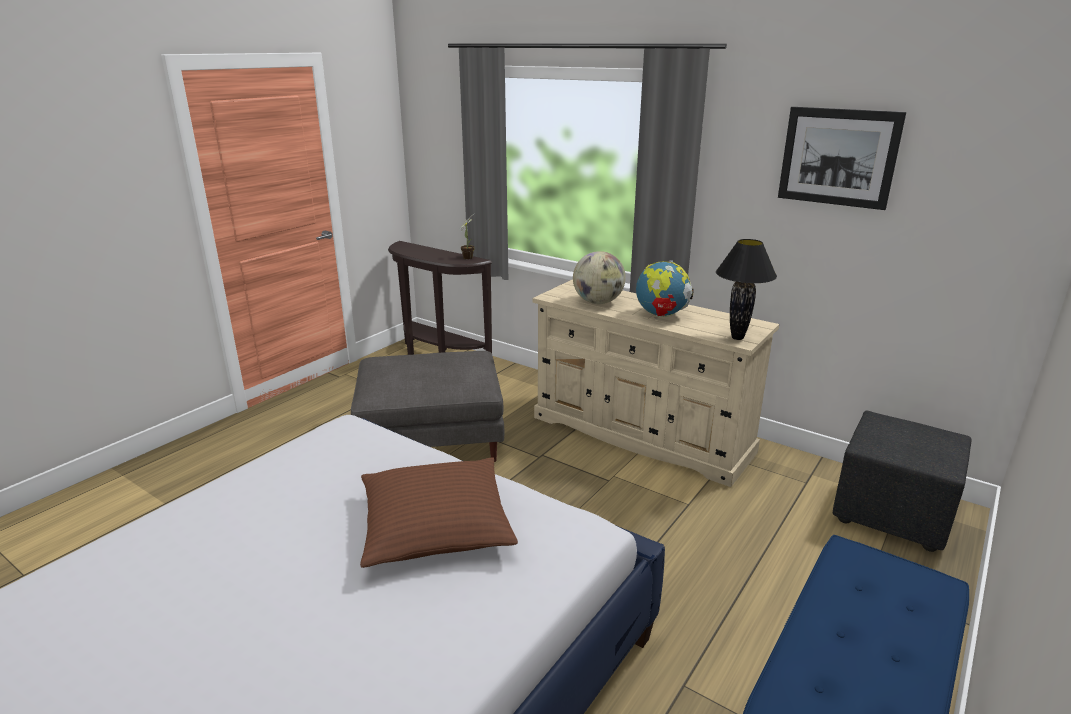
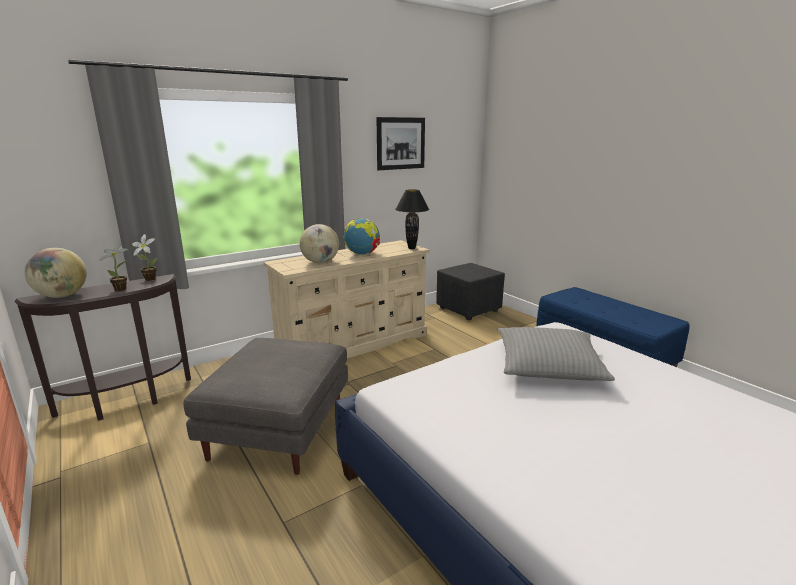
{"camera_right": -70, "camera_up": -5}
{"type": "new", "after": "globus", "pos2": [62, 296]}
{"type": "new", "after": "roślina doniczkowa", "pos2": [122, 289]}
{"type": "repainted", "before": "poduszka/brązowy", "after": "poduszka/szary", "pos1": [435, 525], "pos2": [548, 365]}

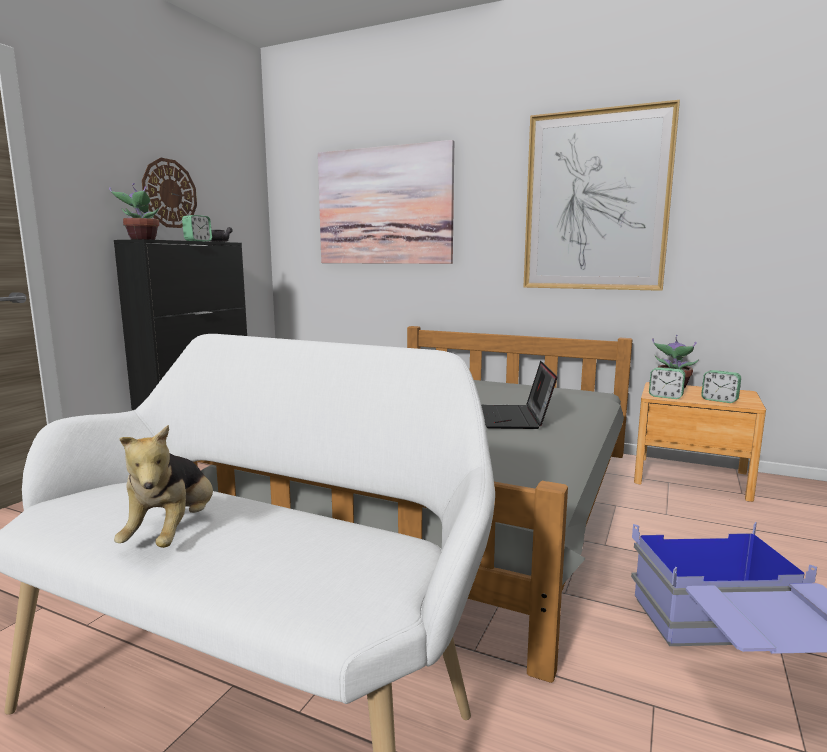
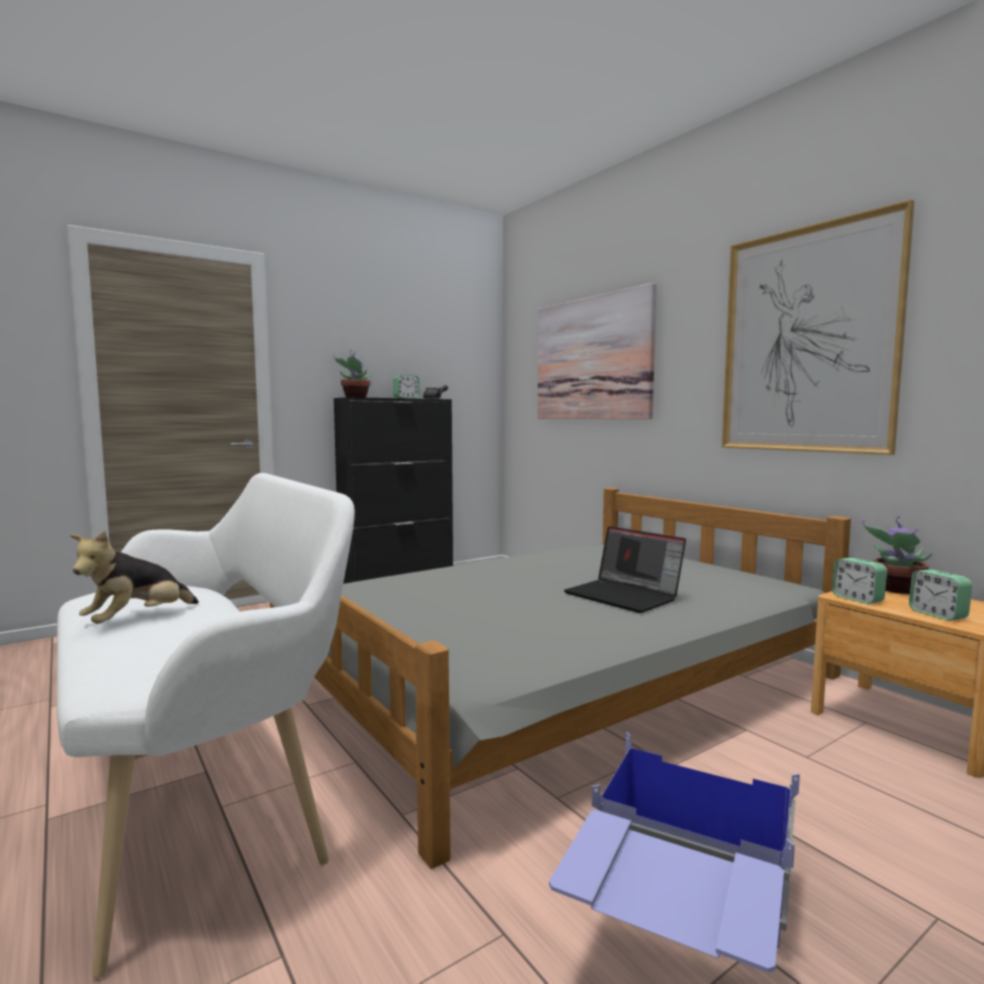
{"camera_right": 30, "camera_up": -5}
{"type": "rotated", "before": "laptop", "pos1": [515, 418], "pos2": [624, 596], "turn": -75}
{"type": "gone", "before": "zegar ścienny", "pos1": [169, 193]}

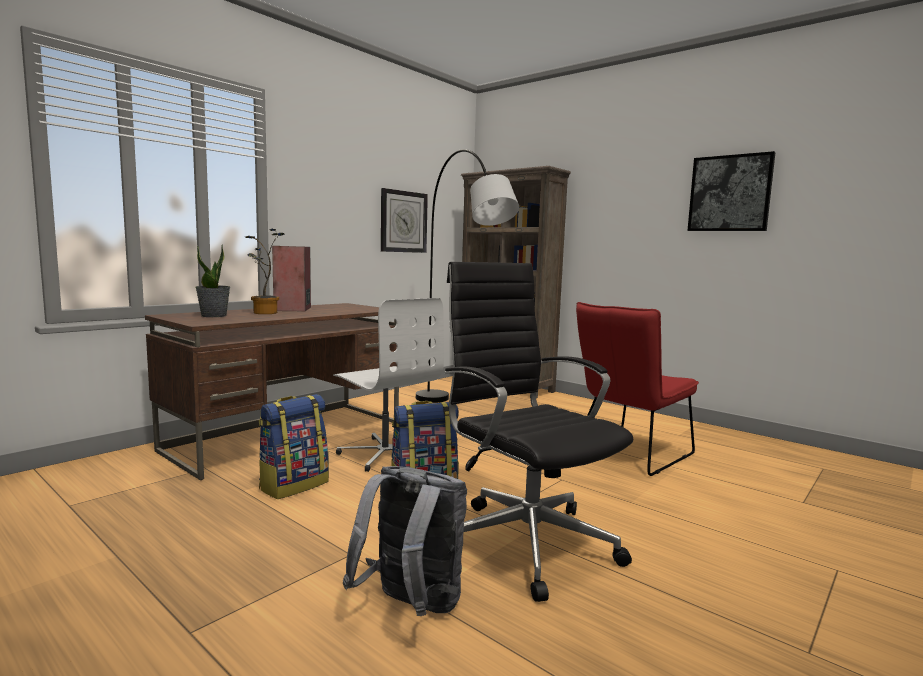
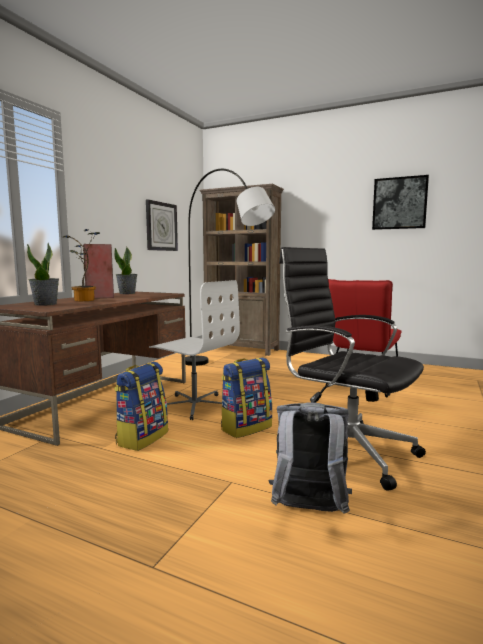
{"camera_right": -15, "camera_up": 0}
{"type": "new", "after": "roślina doniczkowa", "pos2": [127, 293]}

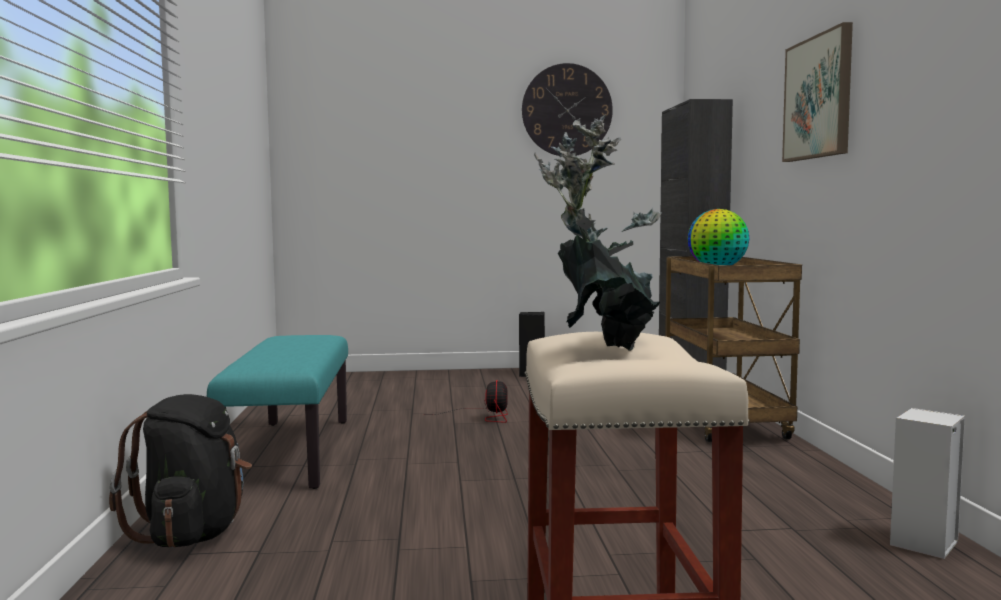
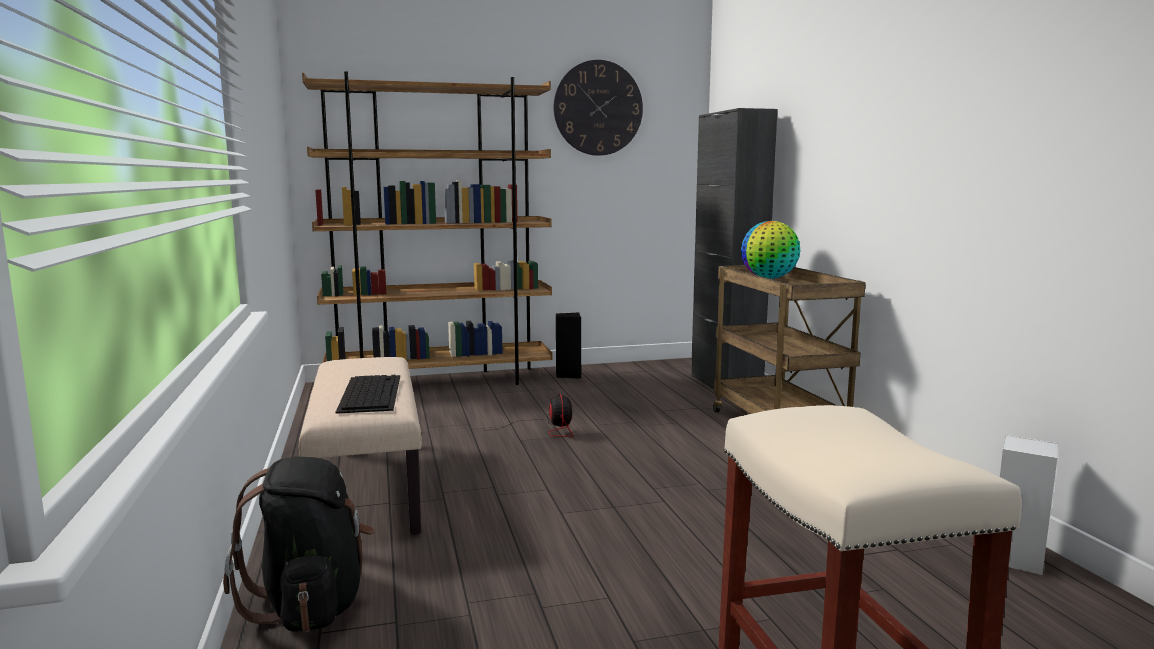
{"camera_right": -10, "camera_up": 5}
{"type": "repainted", "before": "ławka/turkusowy", "after": "ławka/beżowy", "pos1": [289, 452], "pos2": [366, 487]}
{"type": "new", "after": "regał/brązowy", "pos2": [440, 381]}
{"type": "new", "after": "klawiatura", "pos2": [370, 393]}
{"type": "gone", "before": "roślina doniczkowa", "pos1": [603, 348]}
{"type": "gone", "before": "obraz", "pos1": [818, 97]}

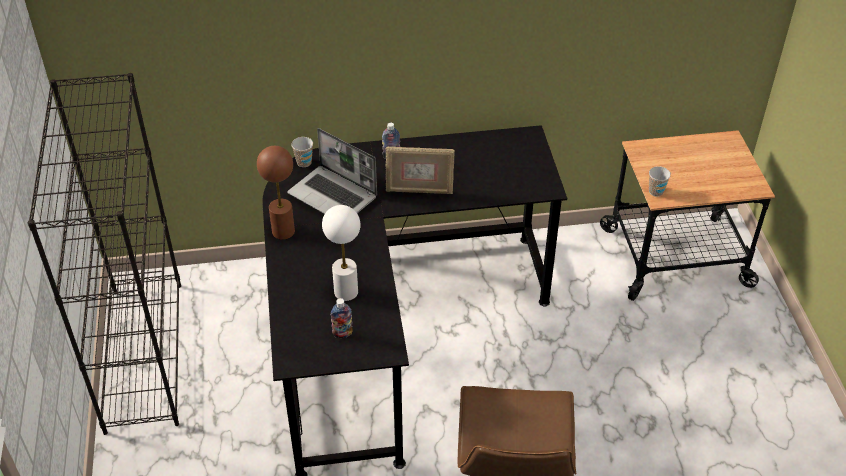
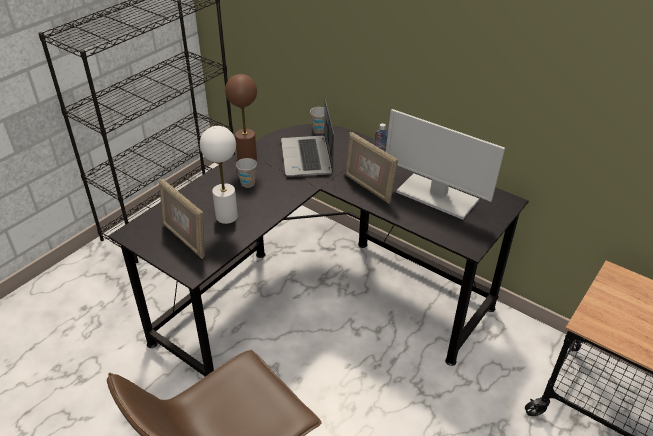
{"camera_right": 45, "camera_up": -5}
{"type": "swapped", "before": "butelka", "after": "ramka na zdjęcie", "pos1": [342, 333], "pos2": [185, 239]}
{"type": "shifted", "before": "filiżanka", "pos1": [656, 191], "pos2": [248, 183]}
{"type": "new", "after": "monitor", "pos2": [436, 196]}

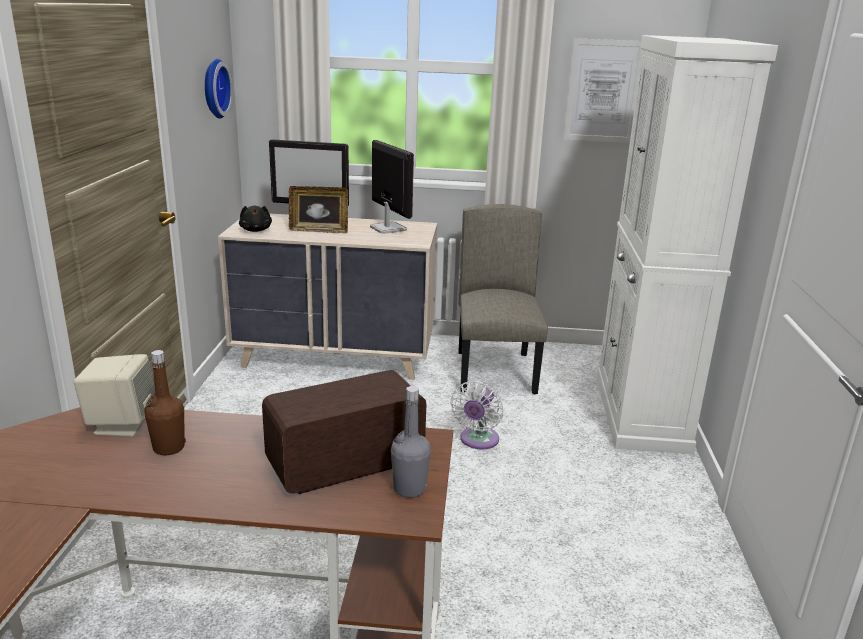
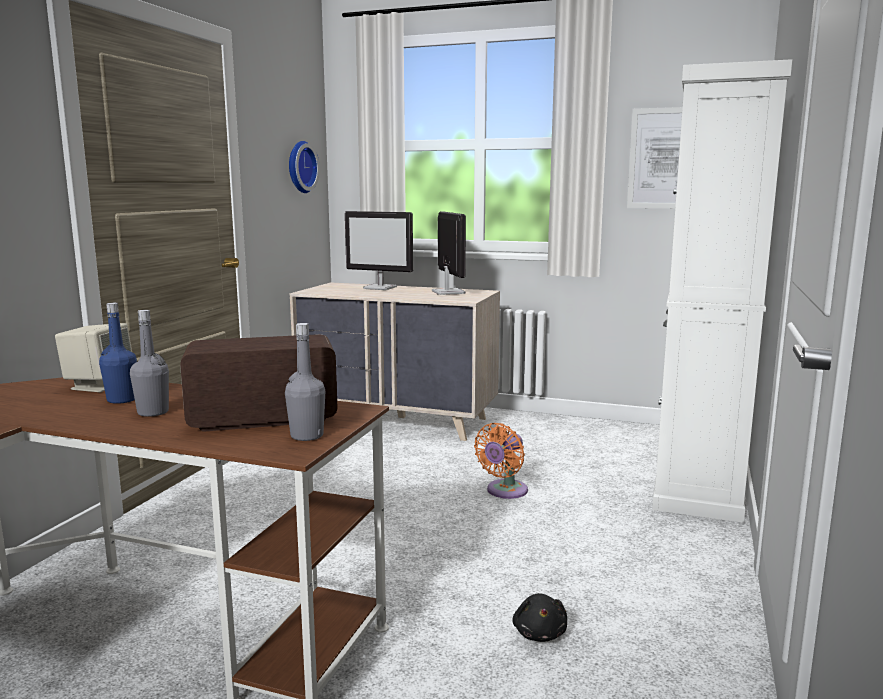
{"camera_right": 15, "camera_up": -10}
{"type": "repainted", "before": "butelka/brązowy", "after": "butelka/niebieski", "pos1": [169, 448], "pos2": [122, 400]}
{"type": "new", "after": "butelka/szary", "pos2": [153, 412]}
{"type": "repainted", "before": "wentylator/biały", "after": "wentylator/pomarańczowy", "pos1": [477, 441], "pos2": [504, 491]}
{"type": "shifted", "before": "pluszak/czarny", "pos1": [256, 230], "pos2": [539, 633]}
{"type": "gone", "before": "ramka na zdjęcie", "pos1": [319, 230]}
{"type": "gone", "before": "krzesło/beżowy", "pos1": [496, 372]}

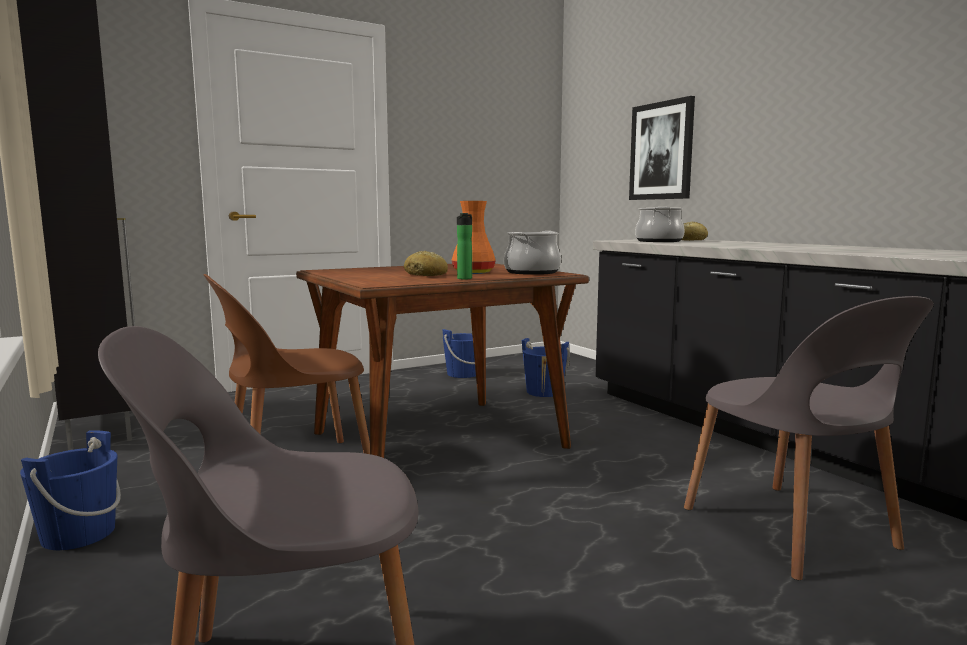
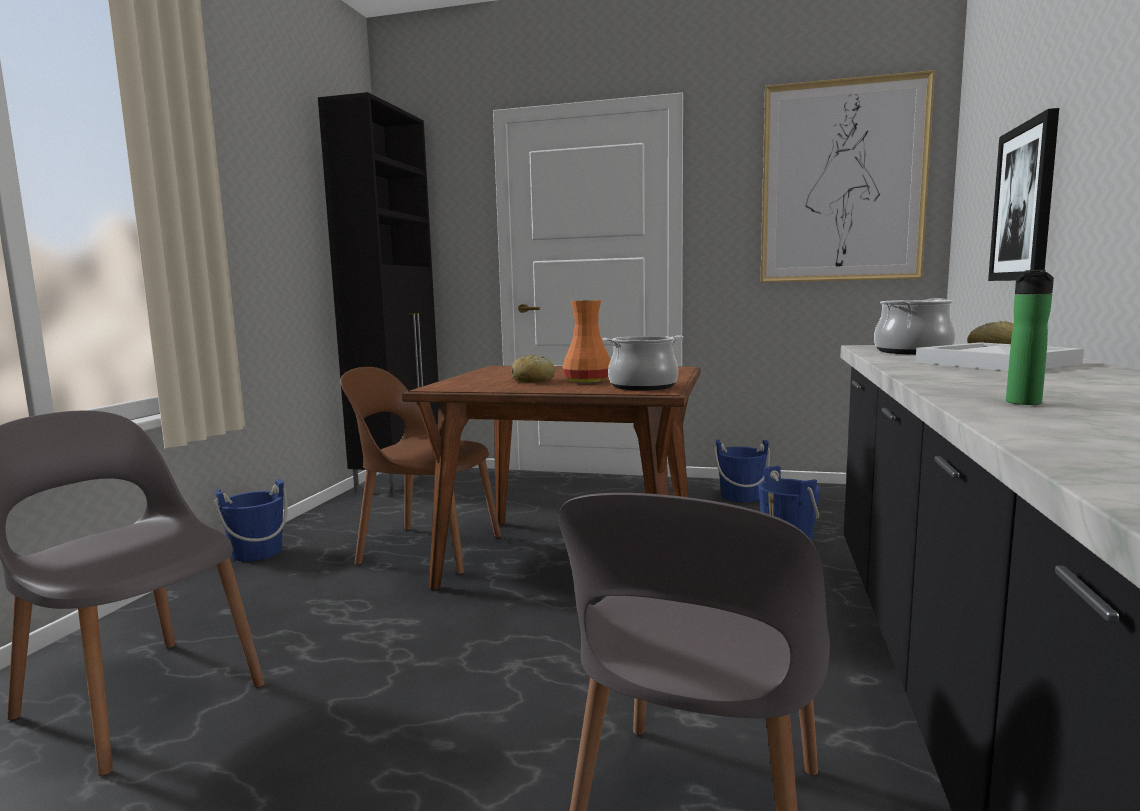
{"camera_right": 45, "camera_up": 0}
{"type": "new", "after": "obraz", "pos2": [842, 182]}
{"type": "new", "after": "taca/biały", "pos2": [998, 363]}
{"type": "shifted", "before": "butelka", "pos1": [465, 279], "pos2": [1023, 403]}

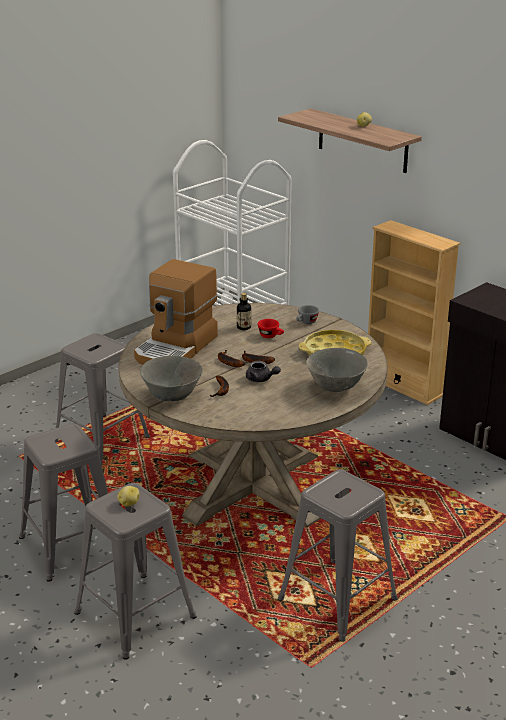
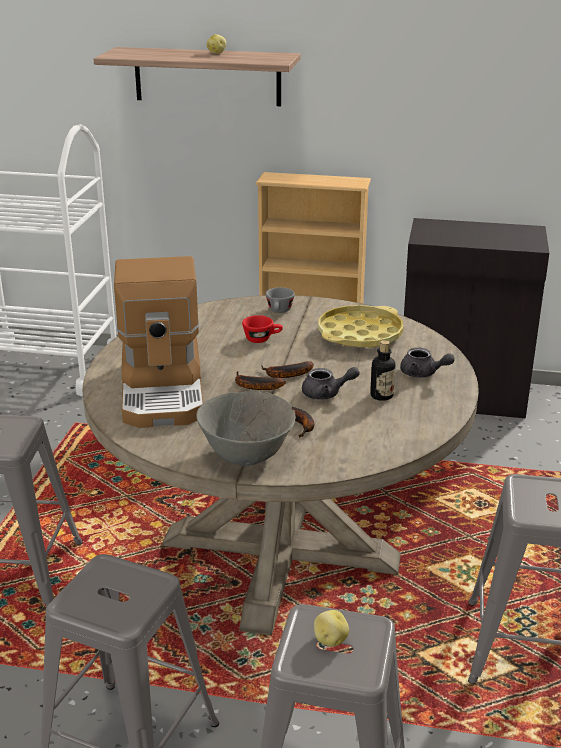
{"camera_right": -35, "camera_up": 0}
{"type": "shifted", "before": "butelka", "pos1": [244, 327], "pos2": [381, 395]}
{"type": "swapped", "before": "miska/szary", "after": "imbryk/szary", "pos1": [336, 387], "pos2": [423, 374]}

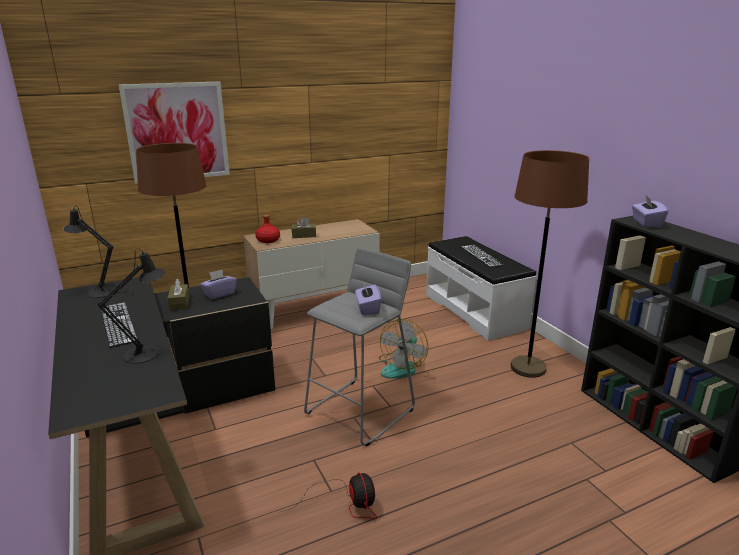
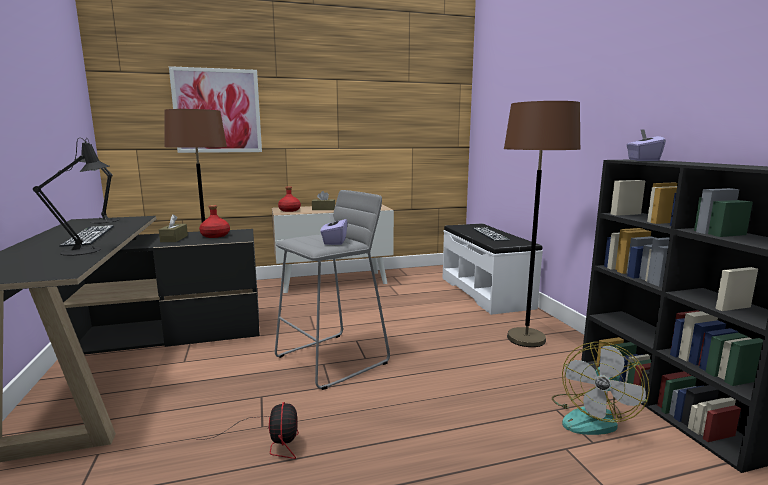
{"camera_right": 10, "camera_up": -10}
{"type": "swapped", "before": "pudełko chusteczek/fioletowy", "after": "butelka/czerwony", "pos1": [219, 294], "pos2": [215, 236]}
{"type": "shifted", "before": "wentylator", "pos1": [402, 367], "pos2": [592, 417]}

